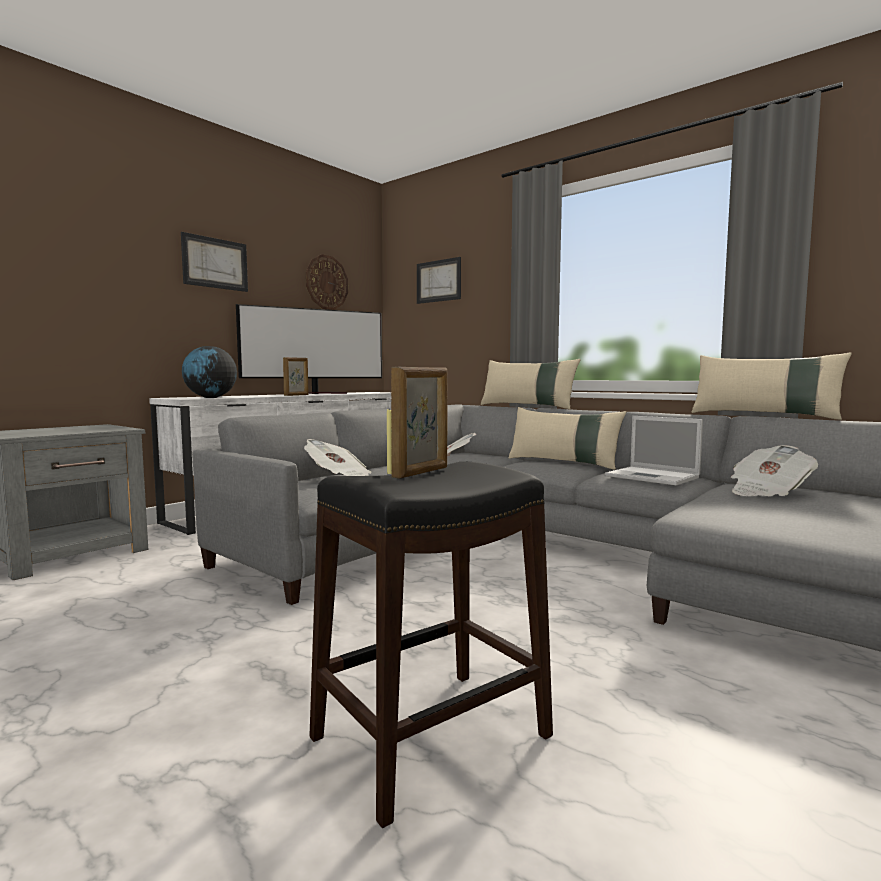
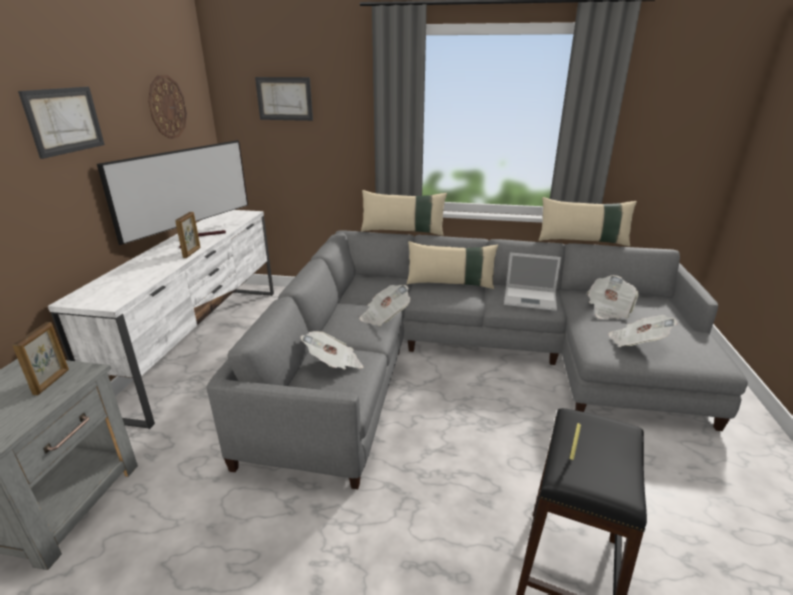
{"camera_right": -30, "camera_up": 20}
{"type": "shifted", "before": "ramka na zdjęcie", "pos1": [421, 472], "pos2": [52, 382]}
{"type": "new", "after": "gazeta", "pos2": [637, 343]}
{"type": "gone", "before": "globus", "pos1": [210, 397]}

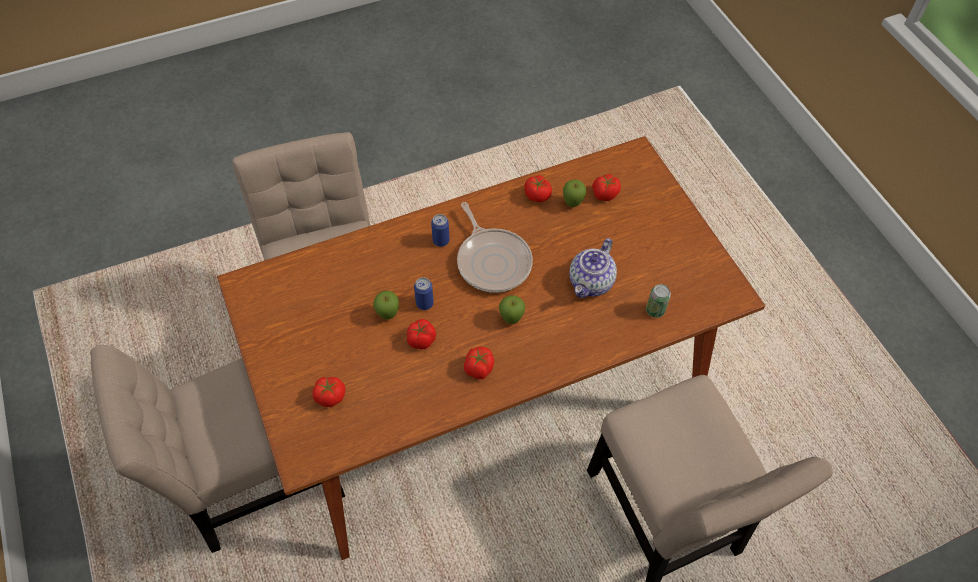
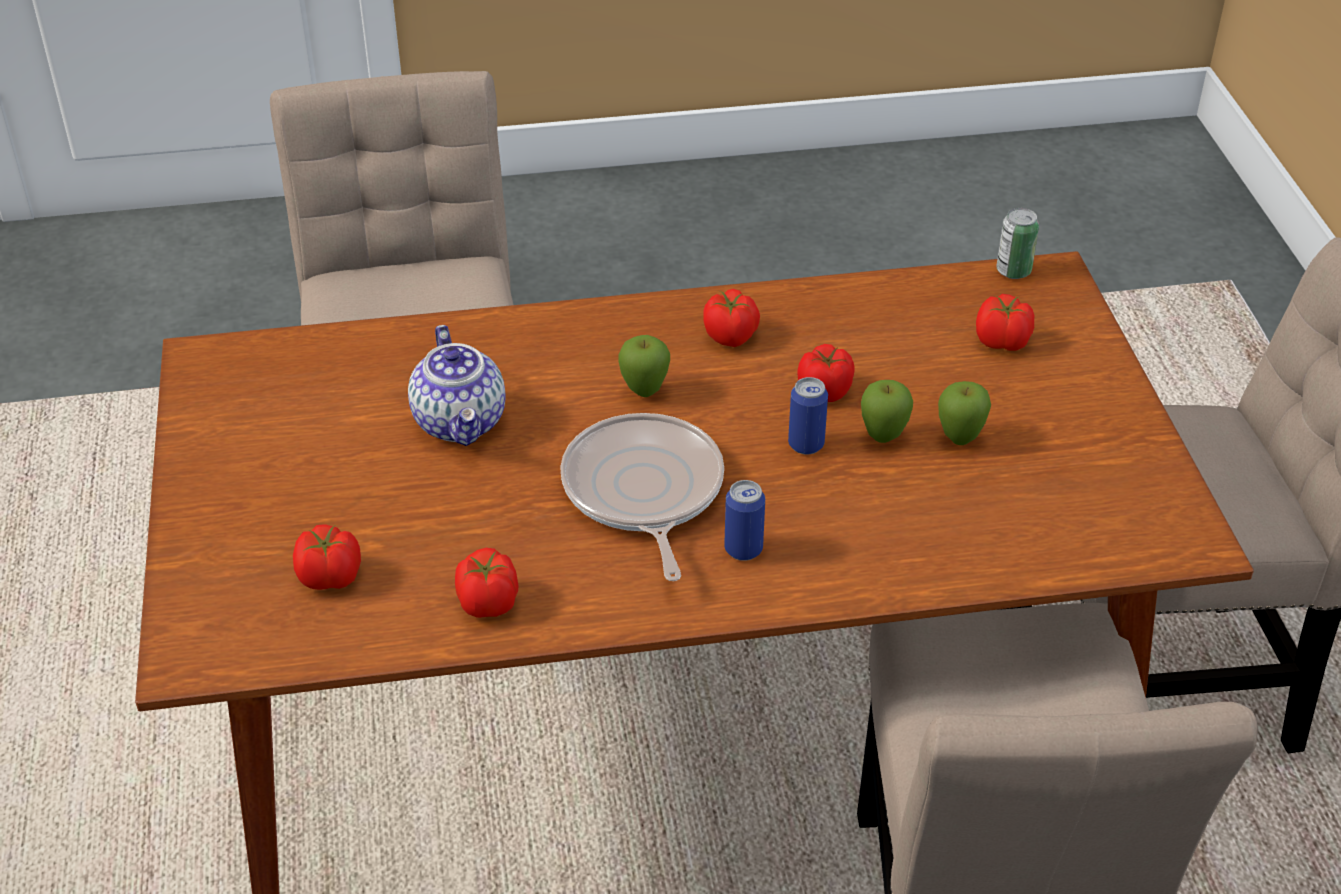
{"camera_right": -165, "camera_up": -15}
{"type": "rotated", "before": "imbryk", "pos1": [591, 283], "pos2": [461, 422], "turn": 120}
{"type": "shifted", "before": "jabłko", "pos1": [572, 204], "pos2": [959, 439]}
{"type": "shifted", "before": "puszka", "pos1": [655, 310], "pos2": [1013, 271]}

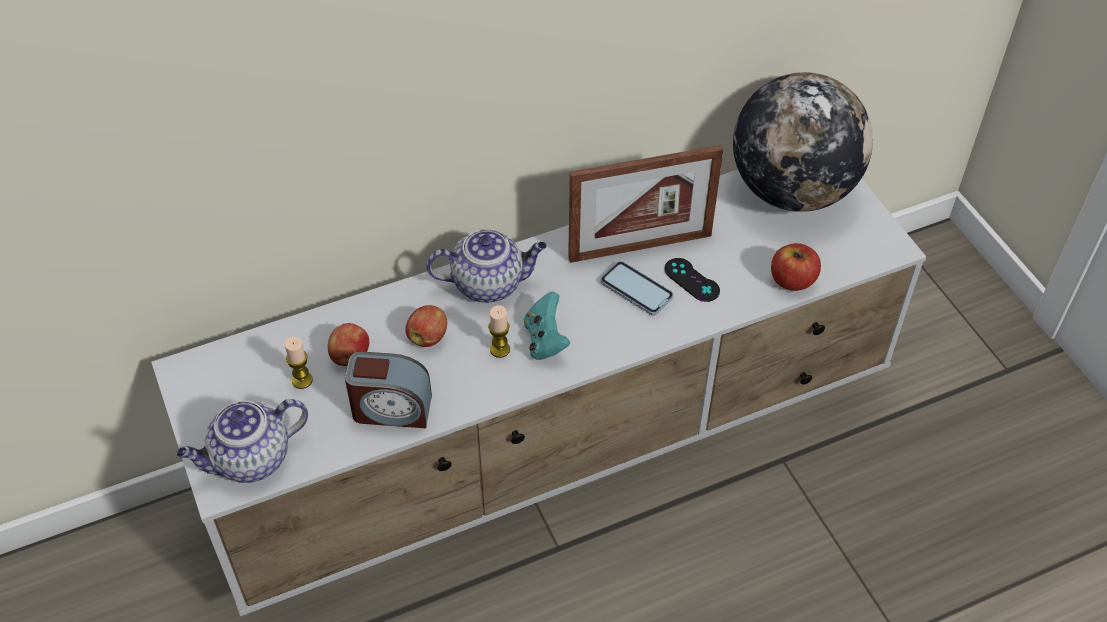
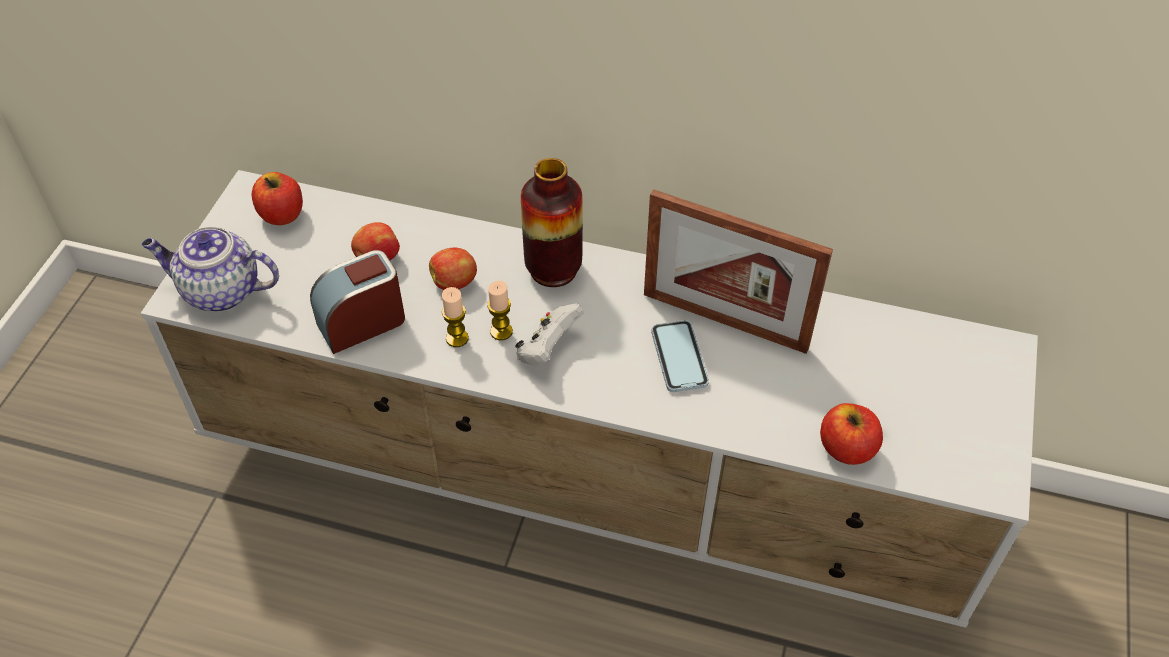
{"camera_right": 40, "camera_up": 0}
{"type": "new", "after": "jabłko", "pos2": [282, 215]}
{"type": "rotated", "before": "budzik", "pos1": [391, 409], "pos2": [362, 322], "turn": 105}
{"type": "shifted", "before": "świeca", "pos1": [302, 380], "pos2": [457, 338]}
{"type": "repainted", "before": "pad do gier/turkusowy", "after": "pad do gier/biały", "pos1": [545, 340], "pos2": [548, 349]}
{"type": "swapped", "before": "imbryk", "after": "wazon", "pos1": [489, 284], "pos2": [553, 269]}
{"type": "gone", "before": "pad do gier/czarny", "pos1": [691, 280]}
{"type": "gone", "before": "globus", "pos1": [792, 190]}

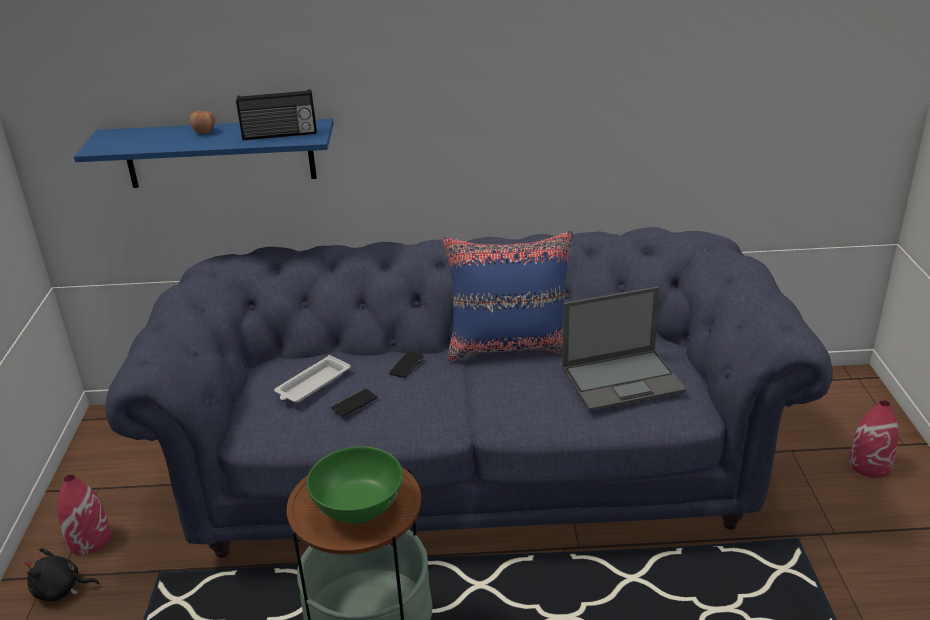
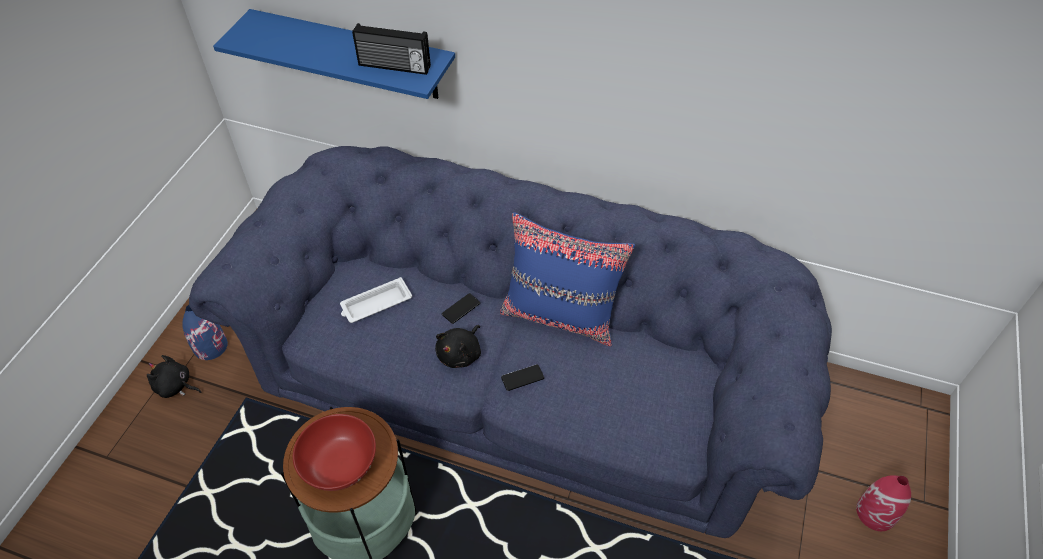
{"camera_right": 20, "camera_up": 20}
{"type": "repainted", "before": "wazon/czerwony", "after": "wazon/niebieski", "pos1": [89, 539], "pos2": [210, 346]}
{"type": "repainted", "before": "miska/zielony", "after": "miska/czerwony", "pos1": [358, 508], "pos2": [340, 466]}
{"type": "new", "after": "pluszak/czarny", "pos2": [460, 354]}
{"type": "shifted", "before": "telefon", "pos1": [354, 403], "pos2": [522, 378]}
{"type": "gone", "before": "jabłko", "pos1": [204, 132]}
{"type": "gone", "before": "laptop", "pos1": [623, 379]}

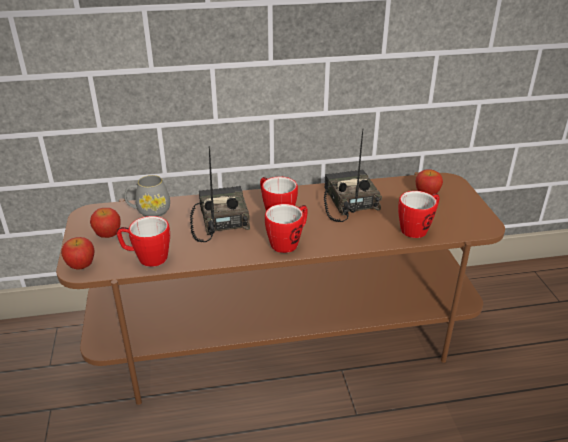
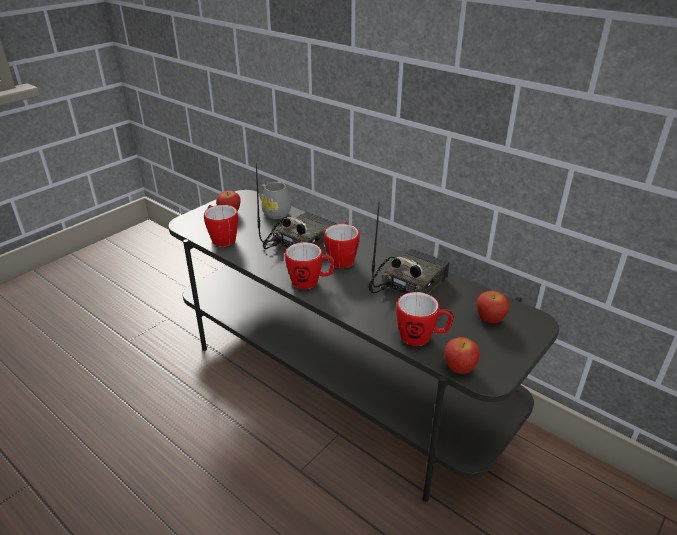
{"camera_right": 50, "camera_up": 0}
{"type": "repainted", "before": "szafka pod telewizor/brązowy", "after": "szafka pod telewizor/szary", "pos1": [285, 335], "pos2": [339, 379]}
{"type": "shifted", "before": "jabłko", "pos1": [81, 265], "pos2": [459, 368]}

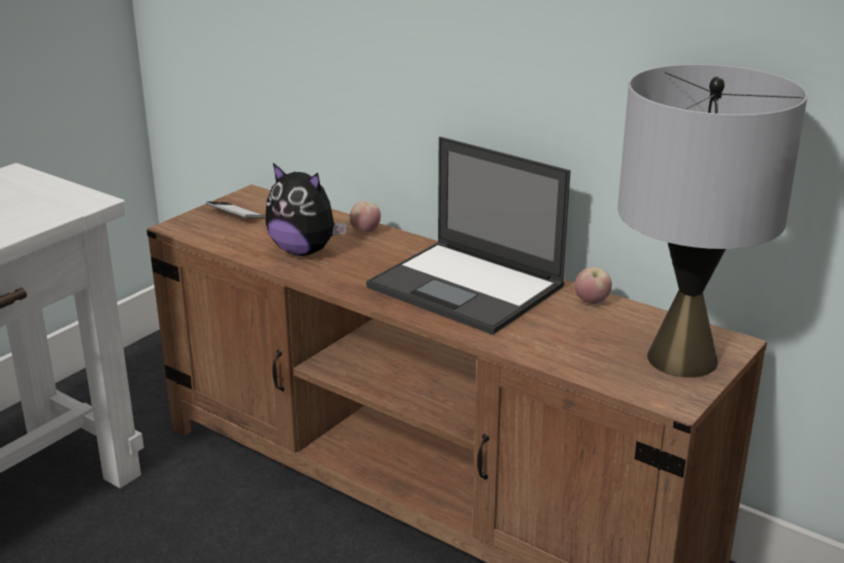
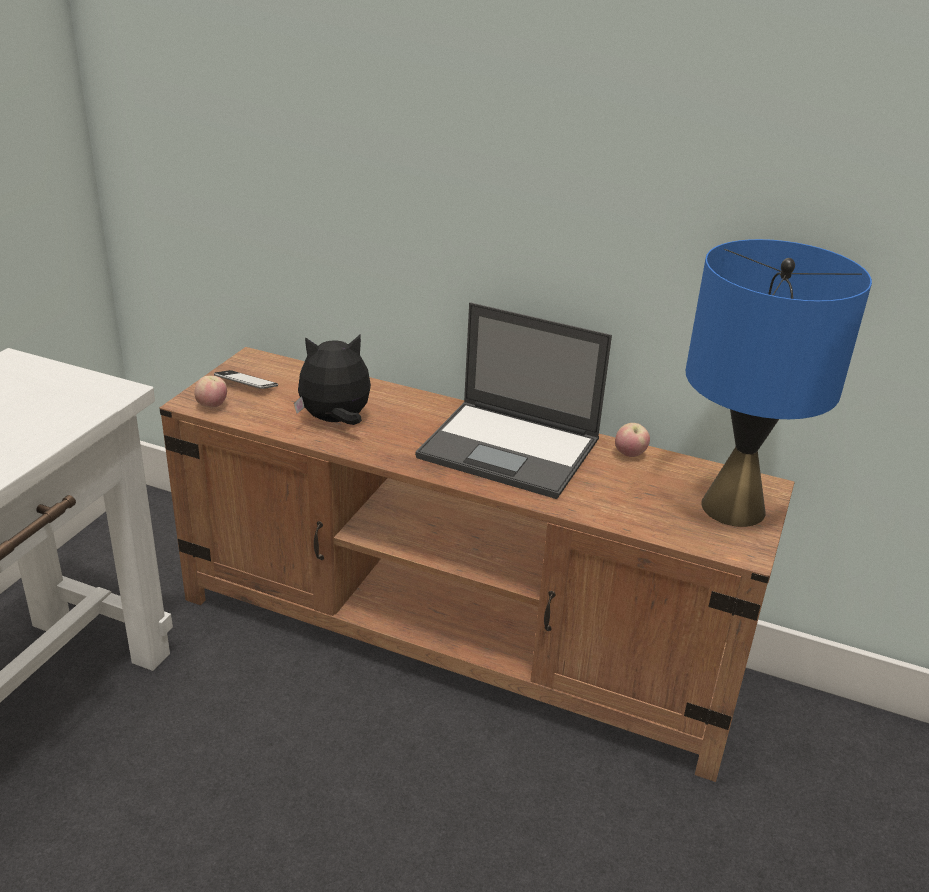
{"camera_right": -15, "camera_up": 5}
{"type": "shifted", "before": "jabłko", "pos1": [365, 232], "pos2": [212, 406]}
{"type": "rotated", "before": "pluszak", "pos1": [304, 251], "pos2": [335, 421], "turn": 150}
{"type": "repainted", "before": "lampa stołowa/szary", "after": "lampa stołowa/niebieski", "pos1": [681, 358], "pos2": [732, 507]}

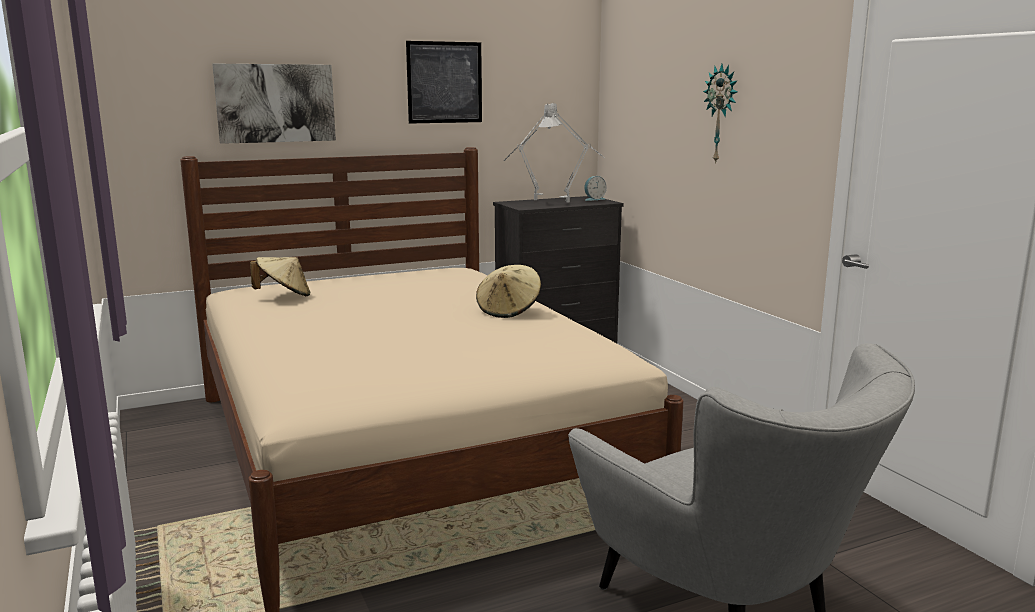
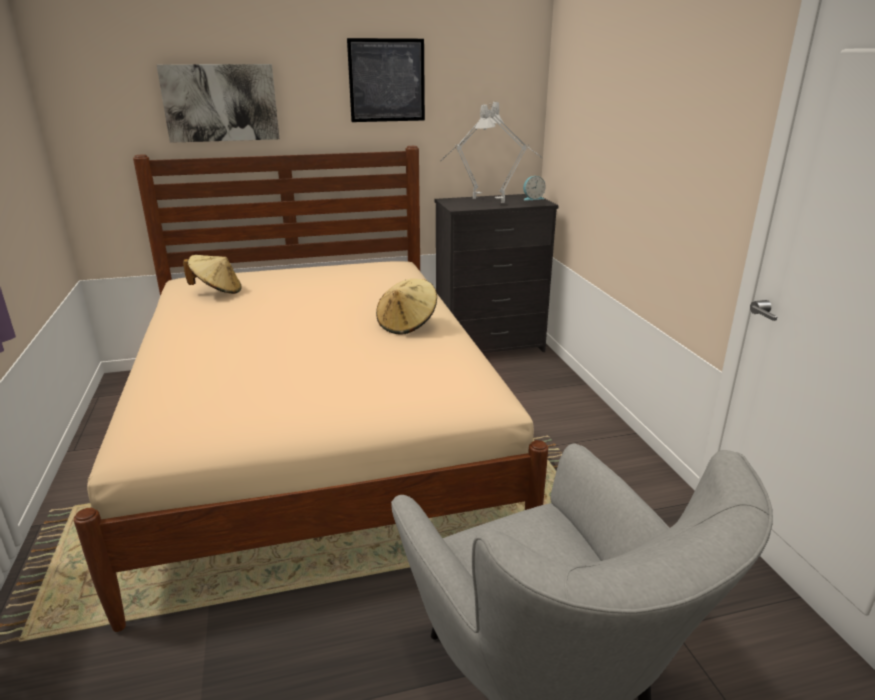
{"camera_right": 10, "camera_up": 10}
{"type": "gone", "before": "zegar ścienny", "pos1": [722, 114]}

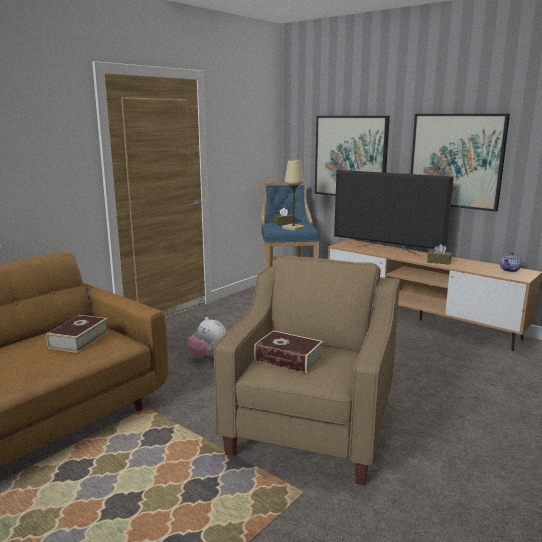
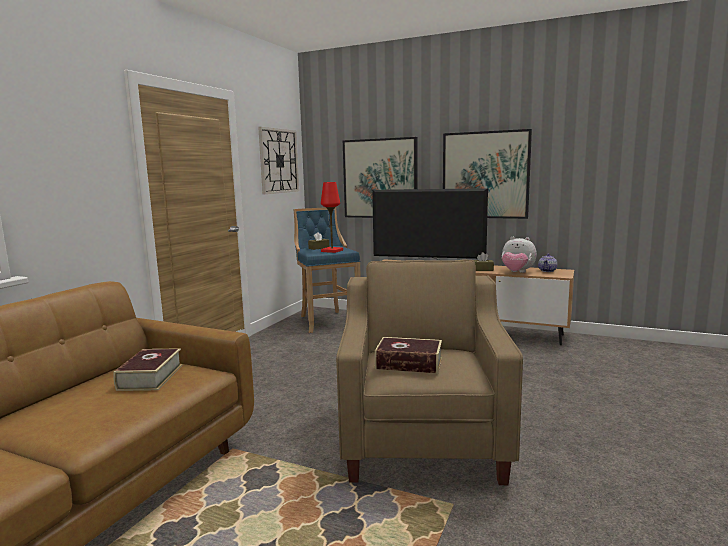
{"camera_right": -15, "camera_up": -5}
{"type": "new", "after": "zegar ścienny", "pos2": [278, 161]}
{"type": "repainted", "before": "lampa stołowa/beżowy", "after": "lampa stołowa/czerwony", "pos1": [293, 228], "pos2": [332, 251]}
{"type": "shifted", "before": "pluszak", "pos1": [208, 357], "pos2": [517, 272]}

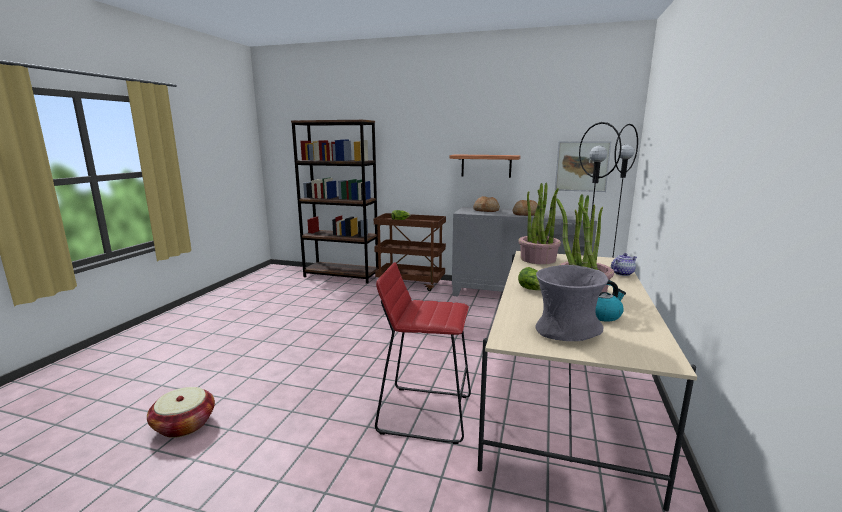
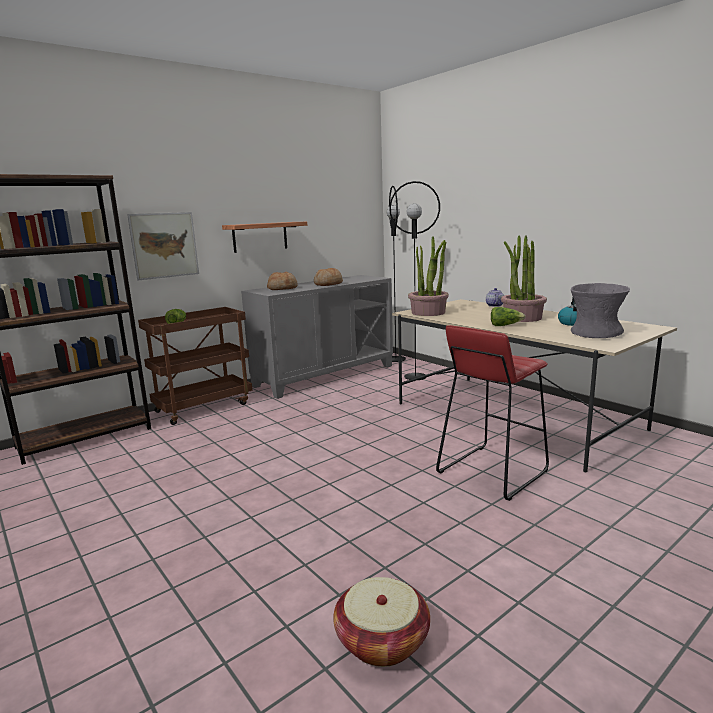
{"camera_right": -55, "camera_up": 0}
{"type": "shifted", "before": "obraz", "pos1": [582, 166], "pos2": [164, 245]}

